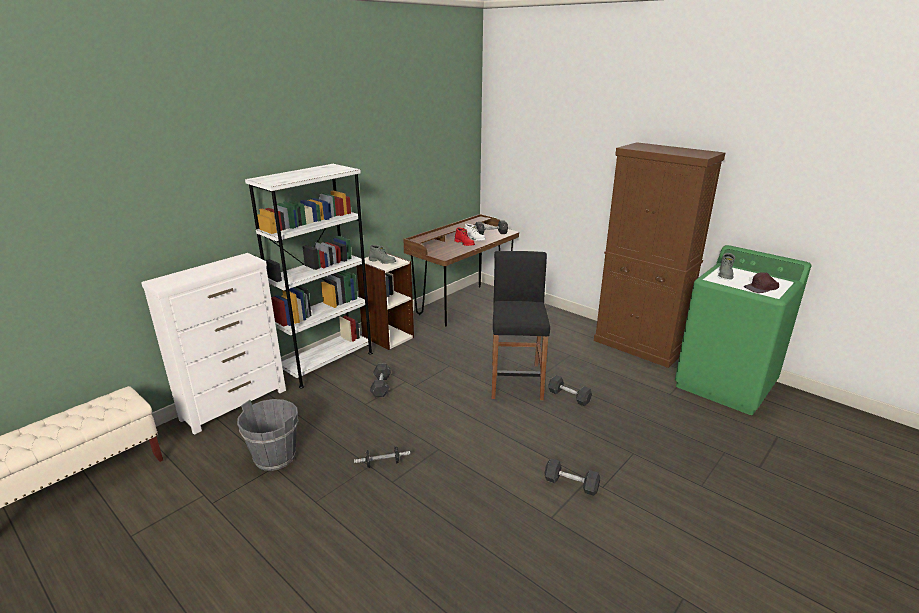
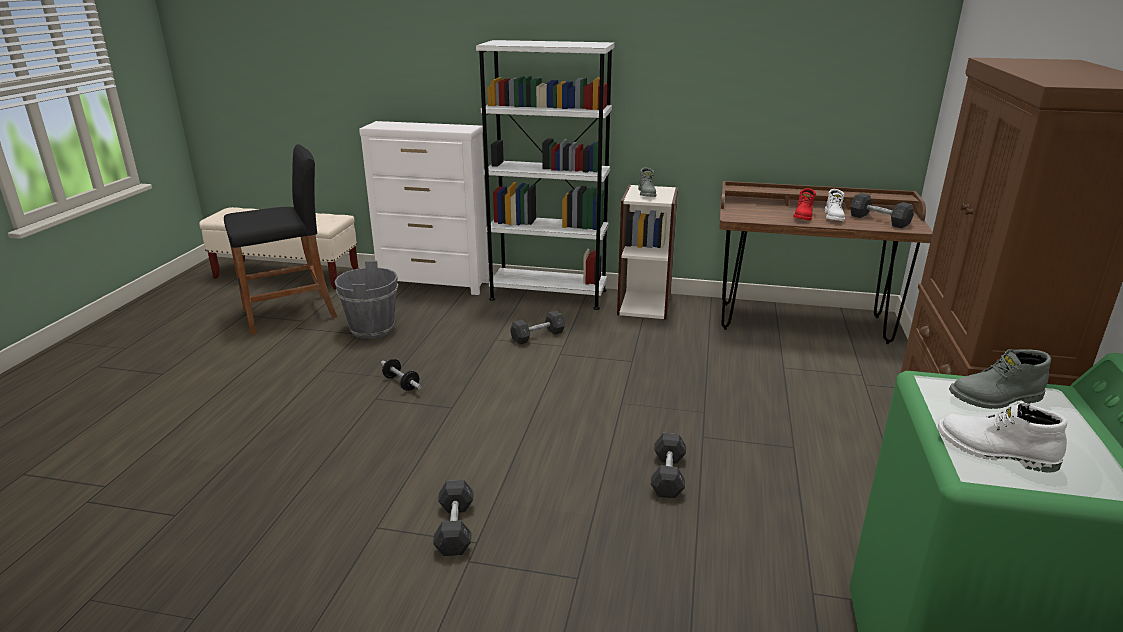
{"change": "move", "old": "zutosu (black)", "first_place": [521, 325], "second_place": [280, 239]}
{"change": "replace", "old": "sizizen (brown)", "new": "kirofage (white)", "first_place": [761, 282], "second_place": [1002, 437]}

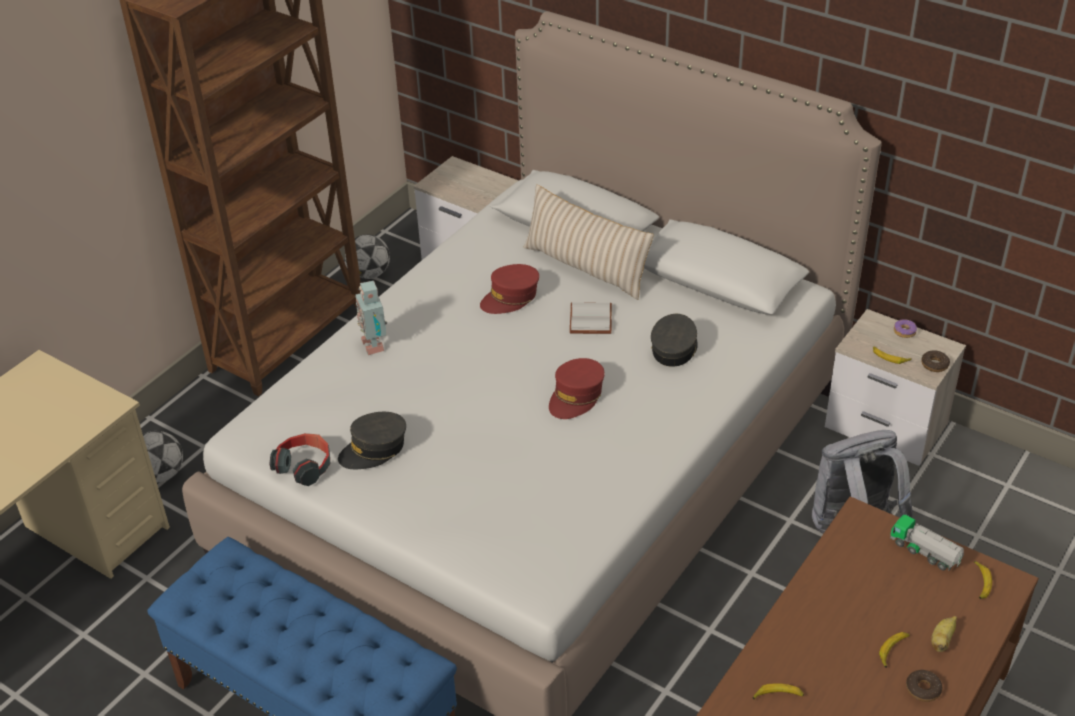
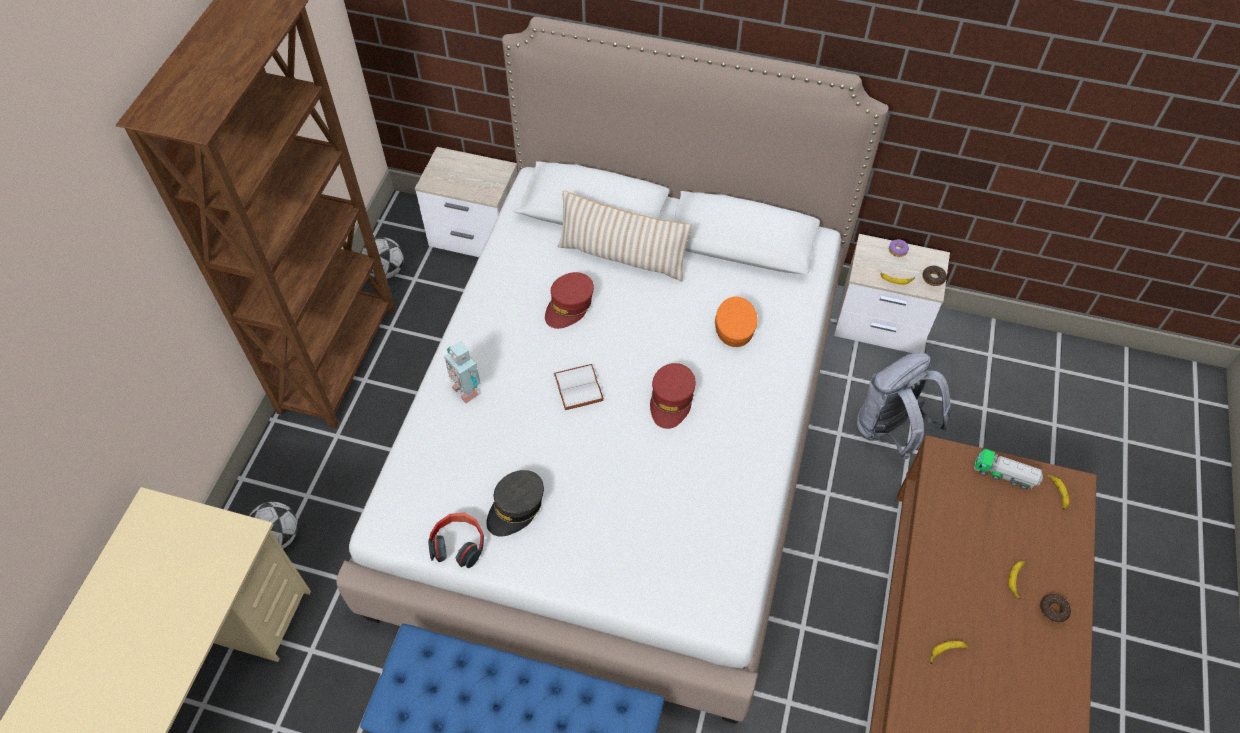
{"change": "move", "old": "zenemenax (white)", "first_place": [591, 318], "second_place": [579, 387]}
{"change": "recolor", "old": "sizizen (grey)", "new": "sizizen (orange)", "first_place": [674, 340], "second_place": [736, 322]}
{"change": "delete", "old": "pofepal", "first_place": [944, 634]}

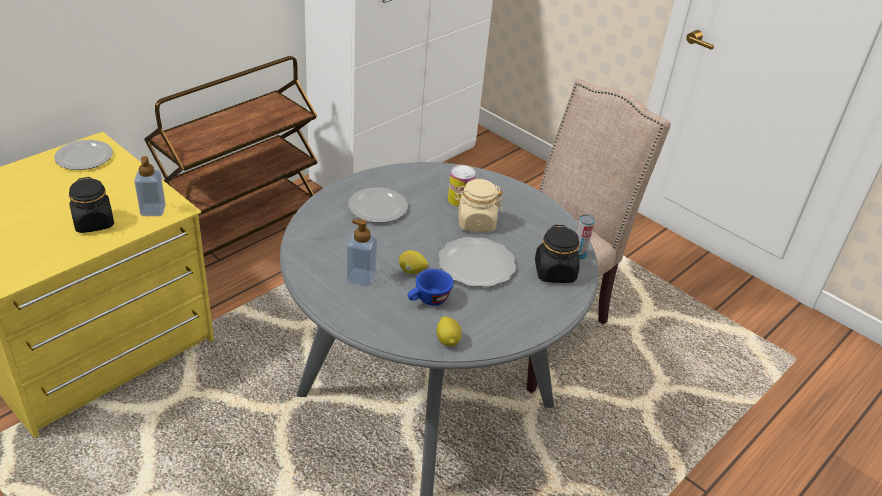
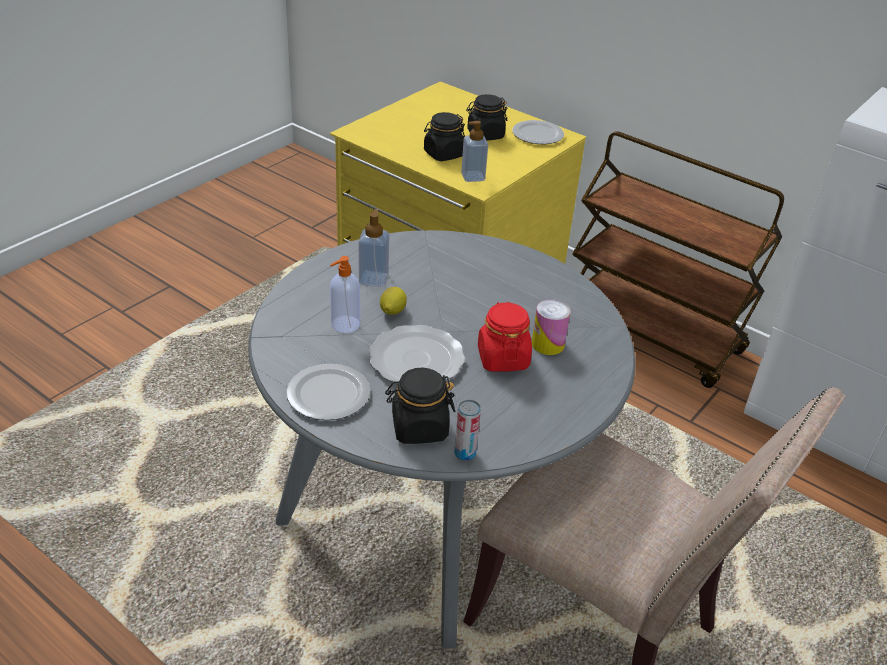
{"change": "recolor", "old": "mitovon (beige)", "new": "mitovon (red)", "first_place": [479, 205], "second_place": [505, 336]}
{"change": "move", "old": "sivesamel", "first_place": [378, 205], "second_place": [328, 392]}
{"change": "replace", "old": "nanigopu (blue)", "new": "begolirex", "first_place": [431, 287], "second_place": [345, 294]}
{"change": "delete", "old": "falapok", "first_place": [449, 331]}
{"change": "insert", "new": "mitovon (black)", "second_place": [487, 117]}

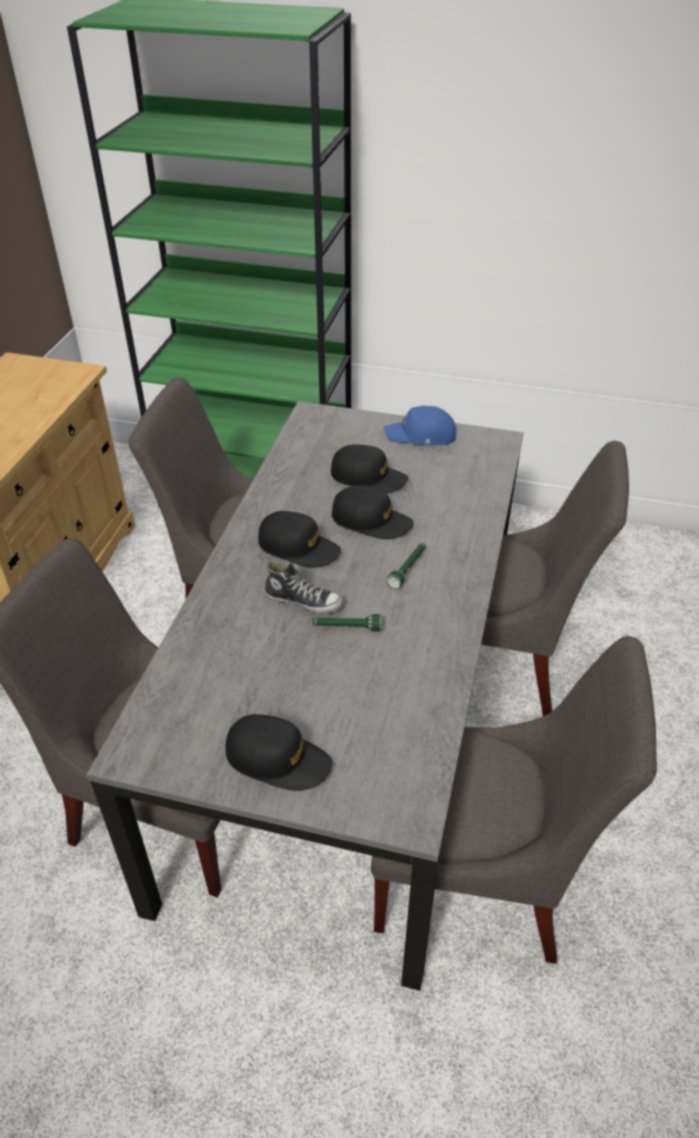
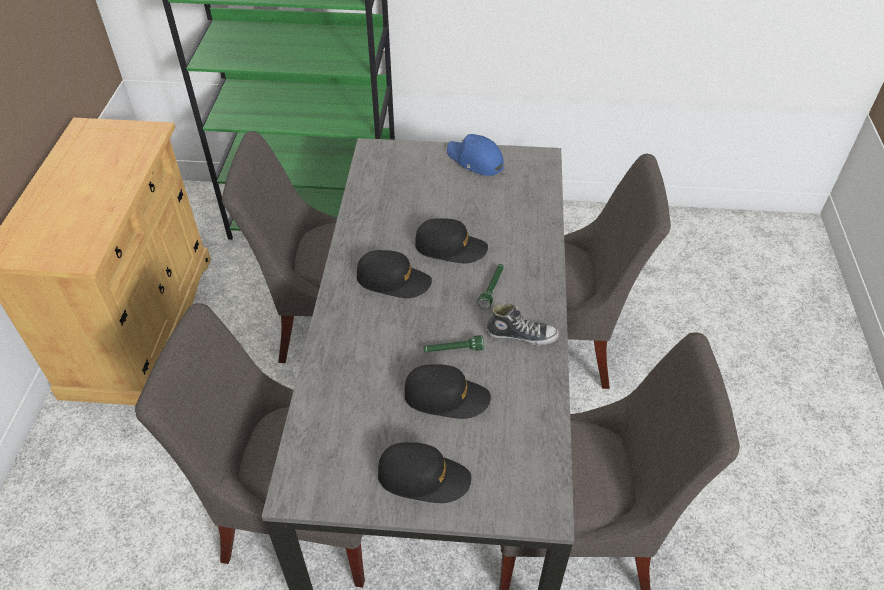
{"change": "rotate", "old": "sizizen (blue)", "first_place": [420, 425], "second_place": [475, 155], "degrees": 45}
{"change": "move", "old": "sizizen (black)", "first_place": [369, 469], "second_place": [447, 391]}
{"change": "move", "old": "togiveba", "first_place": [304, 587], "second_place": [523, 325]}

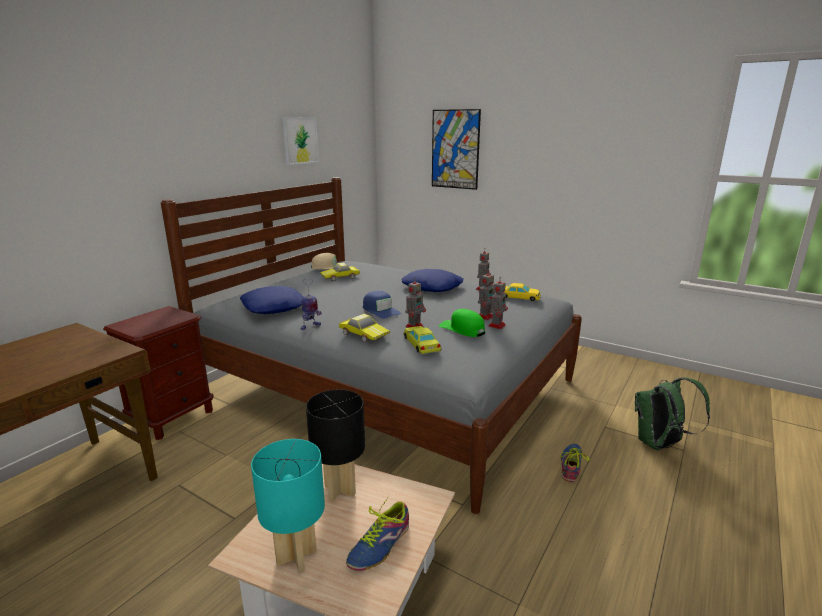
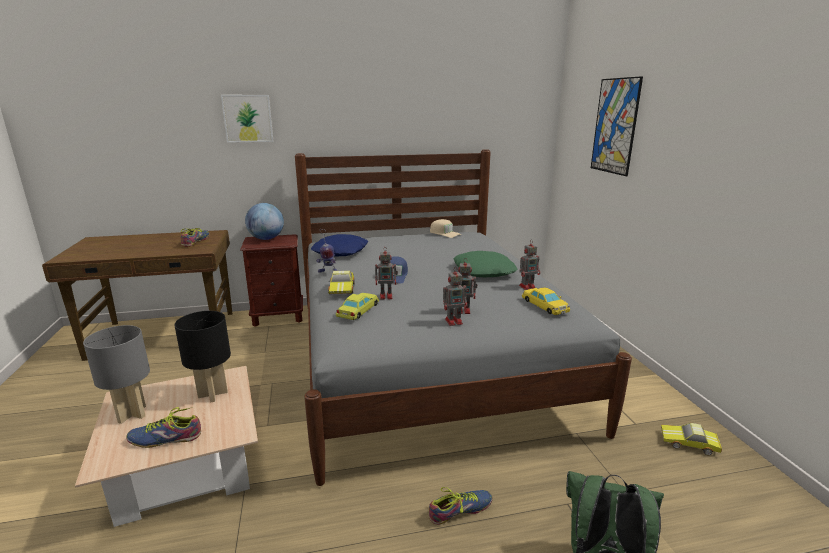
{"change": "move", "old": "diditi", "first_place": [300, 141], "second_place": [247, 119]}
{"change": "move", "old": "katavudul", "first_place": [340, 271], "second_place": [691, 439]}
{"change": "recolor", "old": "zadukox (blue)", "new": "zadukox (green)", "first_place": [433, 280], "second_place": [486, 264]}
{"change": "delete", "old": "sizizen (green)", "first_place": [462, 323]}
{"change": "recolor", "old": "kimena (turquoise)", "new": "kimena (grey)", "first_place": [288, 505], "second_place": [116, 374]}
{"change": "insert", "new": "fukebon", "second_place": [264, 221]}
{"change": "insert", "new": "togiveba", "second_place": [195, 237]}

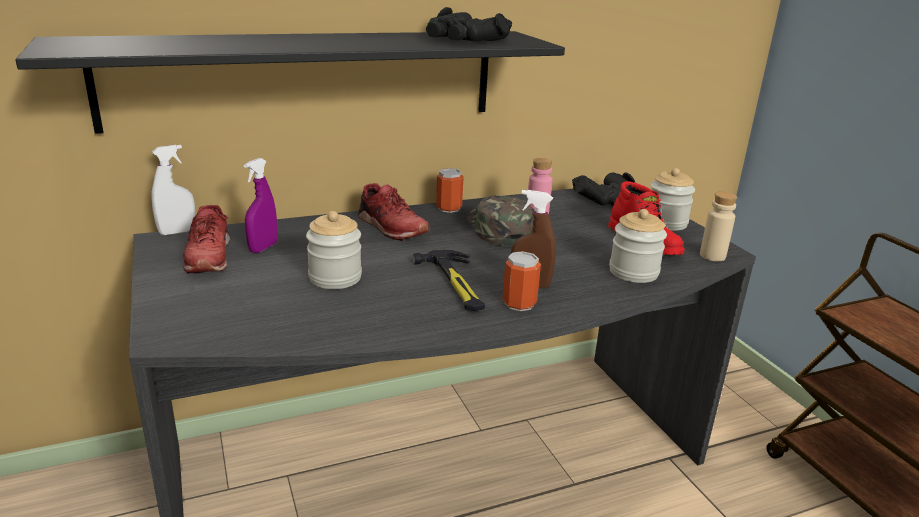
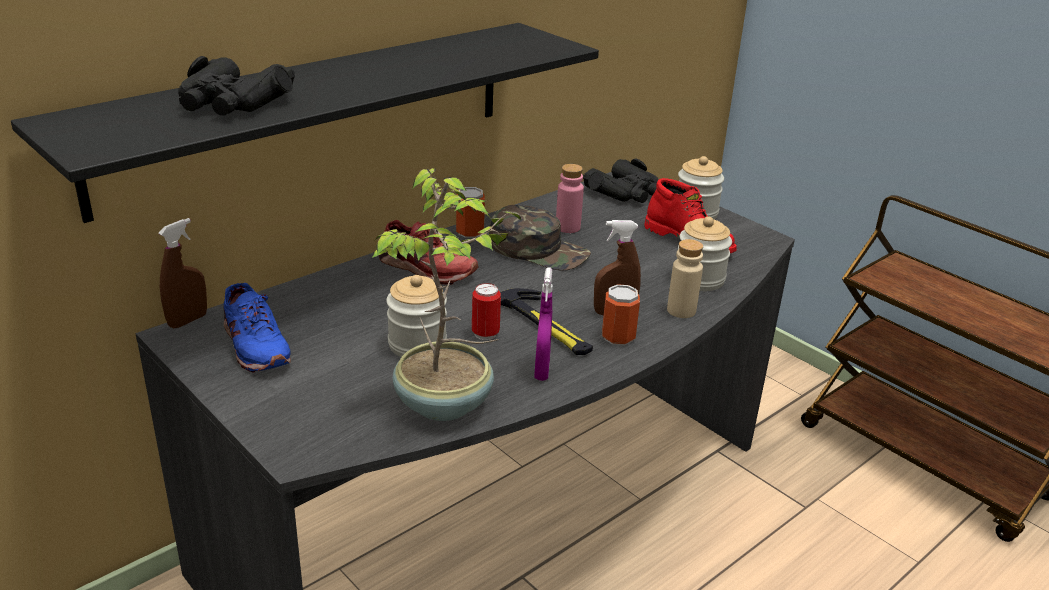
{"change": "move", "old": "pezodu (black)", "first_place": [469, 24], "second_place": [236, 86]}
{"change": "recolor", "old": "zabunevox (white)", "new": "zabunevox (brown)", "first_place": [173, 190], "second_place": [182, 273]}
{"change": "move", "old": "zabunevox (purple)", "first_place": [260, 205], "second_place": [543, 324]}
{"change": "move", "old": "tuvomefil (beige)", "first_place": [718, 226], "second_place": [685, 278]}
{"change": "rotate", "old": "sizizen (green)", "first_place": [501, 220], "second_place": [540, 238], "degrees": 150}
{"change": "recolor", "old": "togiveba (red)", "new": "togiveba (blue)", "first_place": [206, 239], "second_place": [257, 328]}
{"change": "insert", "new": "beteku", "second_place": [446, 294]}
{"change": "insert", "new": "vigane", "second_place": [486, 311]}

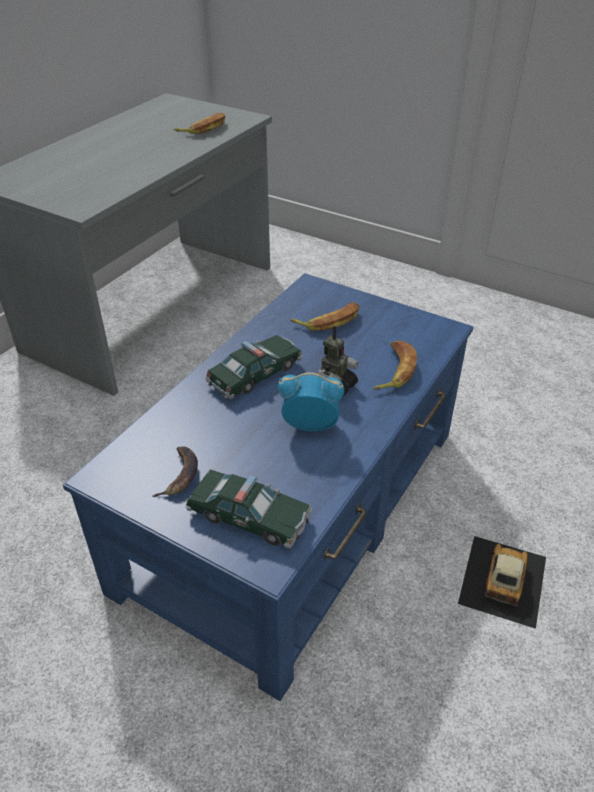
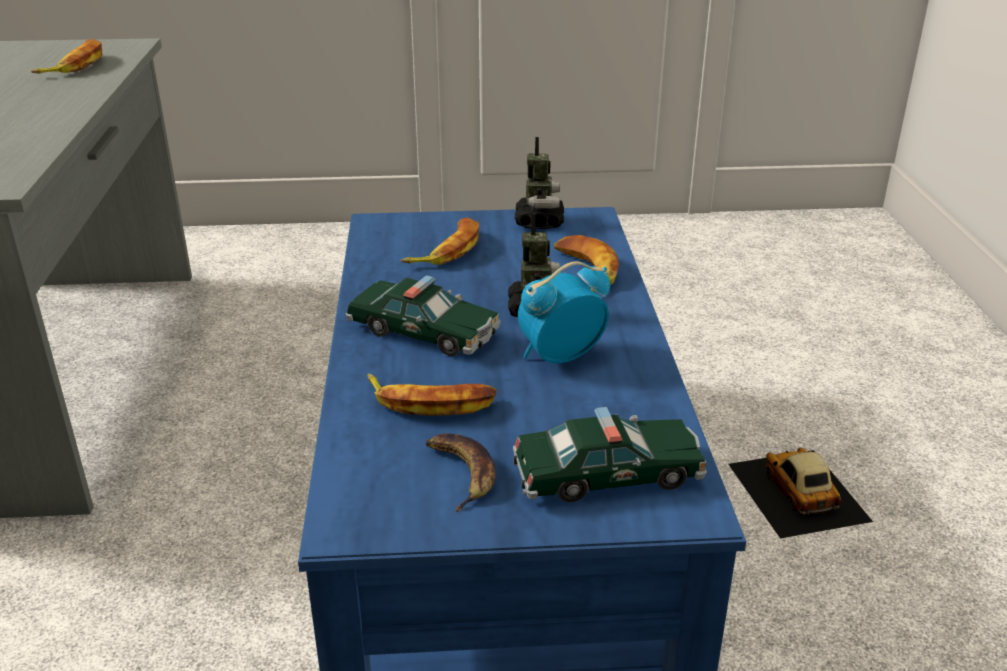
{"change": "rotate", "old": "katavudul", "first_place": [253, 367], "second_place": [423, 315], "degrees": 105}
{"change": "insert", "new": "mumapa", "second_place": [539, 183]}
{"change": "insert", "new": "pofepal", "second_place": [432, 394]}

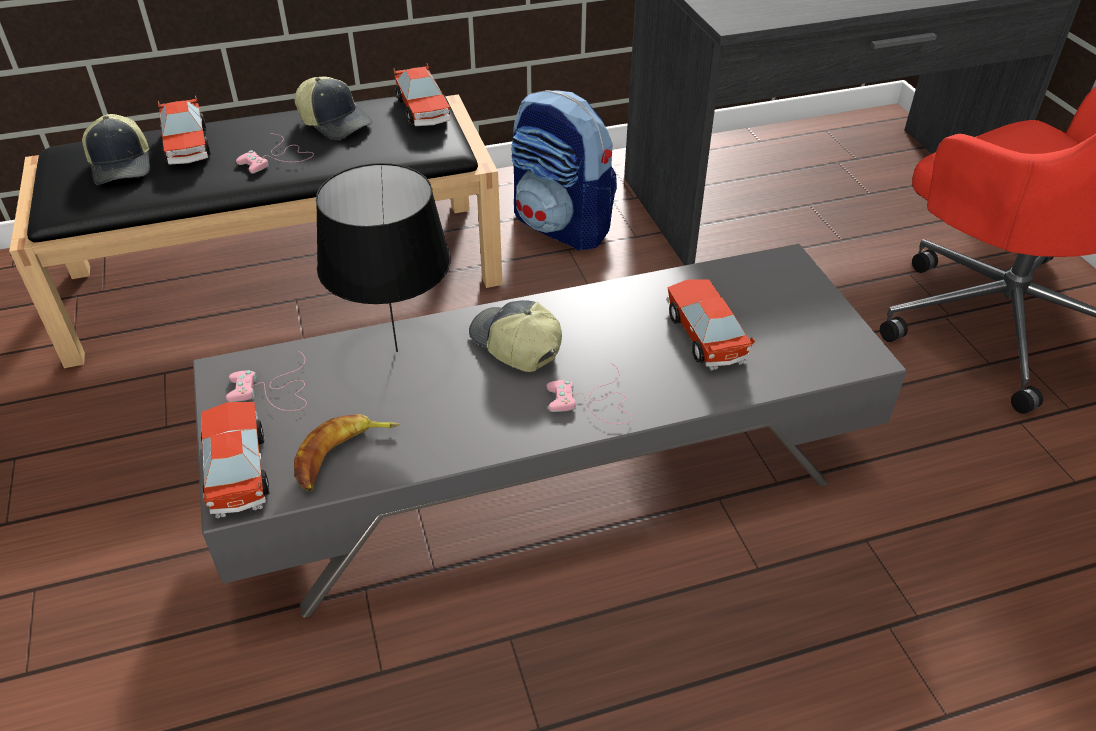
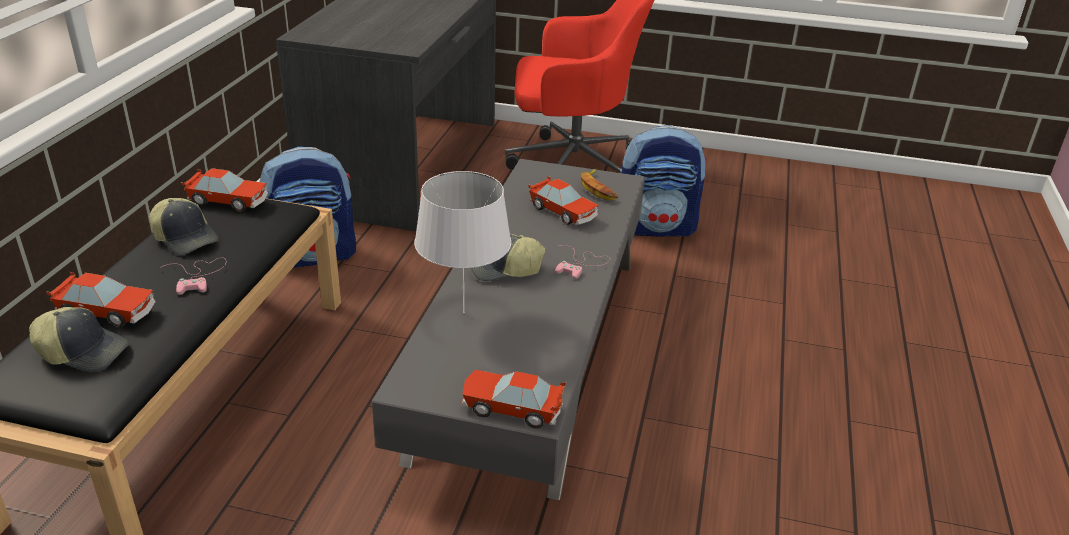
{"change": "rotate", "old": "sizizen", "first_place": [334, 108], "second_place": [184, 226], "degrees": 60}
{"change": "recolor", "old": "kimena (black)", "new": "kimena (white)", "first_place": [383, 257], "second_place": [462, 242]}
{"change": "rotate", "old": "katavudul", "first_place": [711, 325], "second_place": [563, 200], "degrees": -150}
{"change": "delete", "old": "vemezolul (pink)", "first_place": [266, 381]}
{"change": "move", "old": "pofepal", "first_place": [347, 453], "second_place": [599, 184]}
{"change": "insert", "new": "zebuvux", "second_place": [664, 181]}

